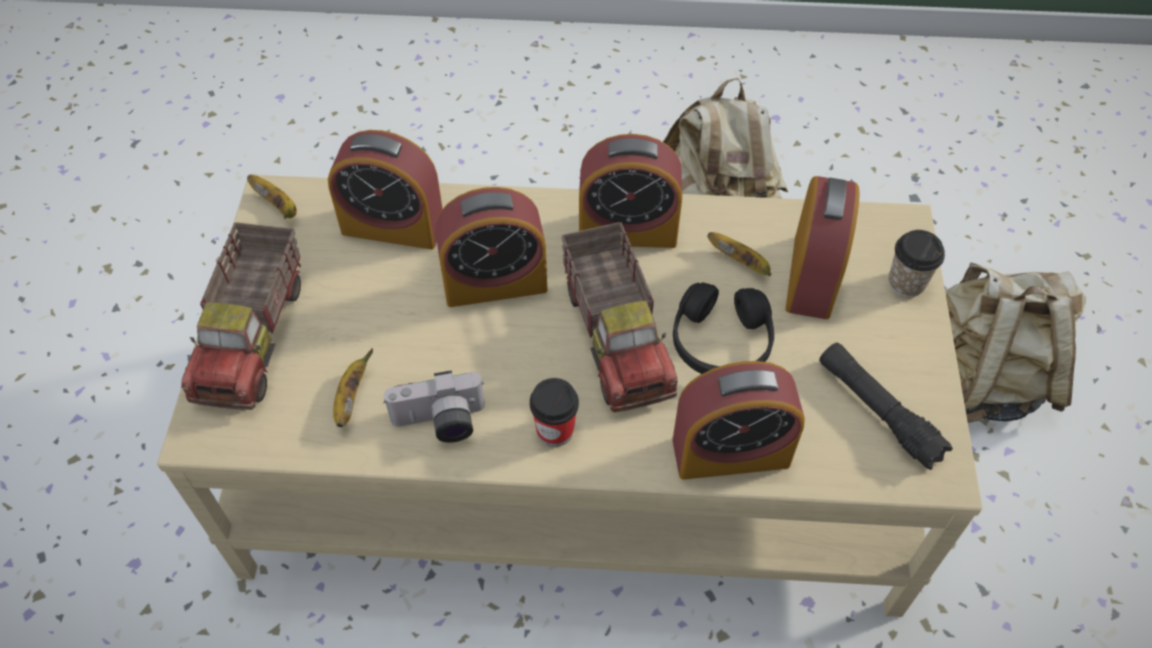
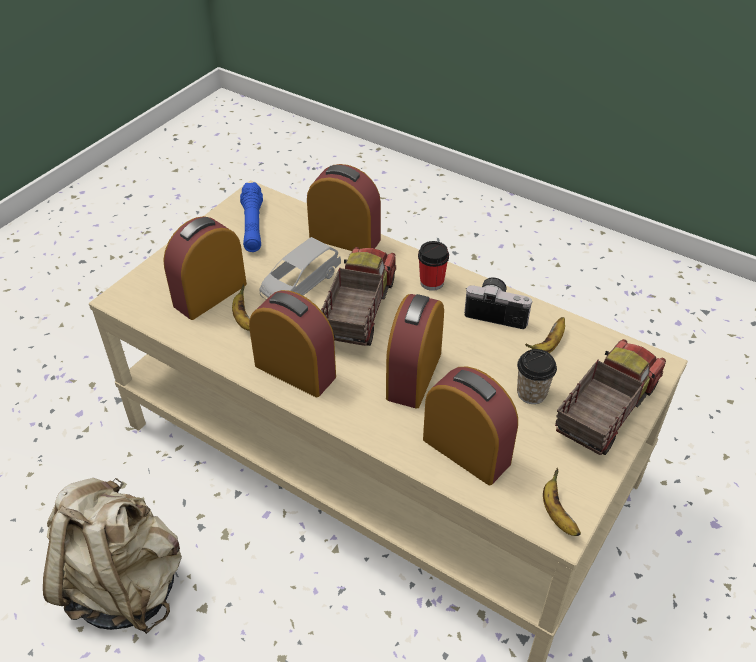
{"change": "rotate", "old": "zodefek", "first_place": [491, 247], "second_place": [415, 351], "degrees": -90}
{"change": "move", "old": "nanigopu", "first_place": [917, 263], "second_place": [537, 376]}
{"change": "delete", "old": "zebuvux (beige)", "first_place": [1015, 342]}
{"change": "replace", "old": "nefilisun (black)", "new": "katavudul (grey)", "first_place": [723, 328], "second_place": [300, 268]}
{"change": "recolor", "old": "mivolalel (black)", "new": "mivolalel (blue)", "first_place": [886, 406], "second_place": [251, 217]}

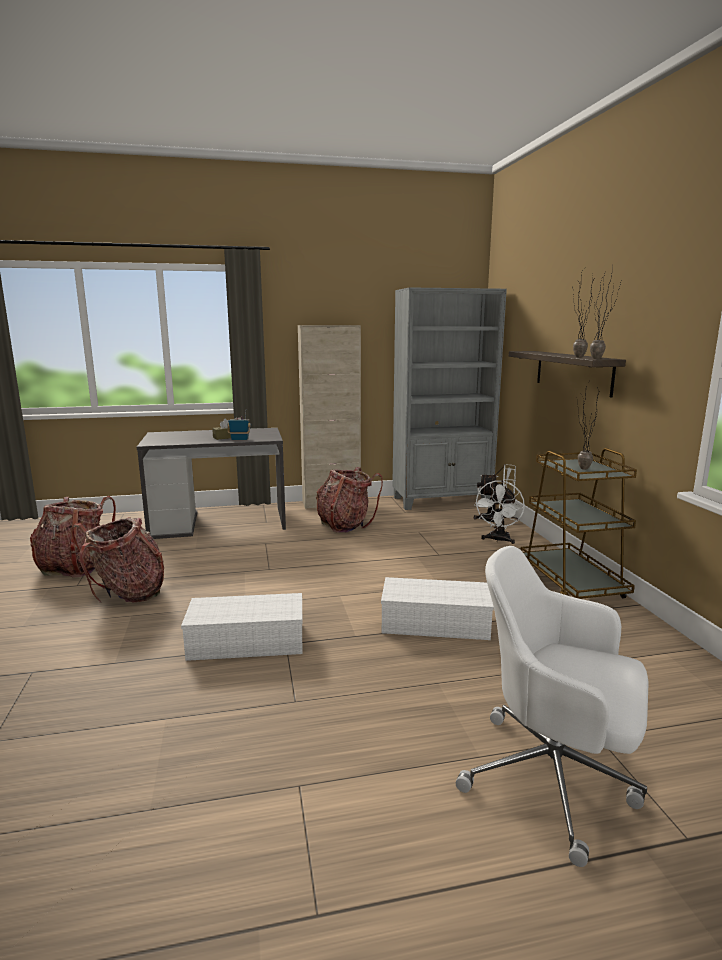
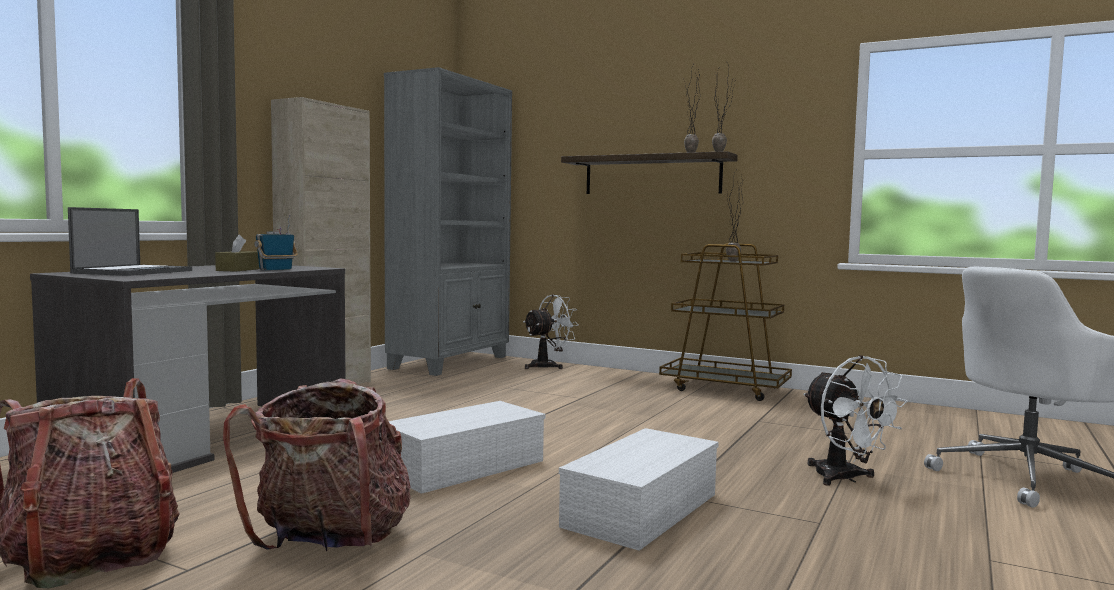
{"change": "delete", "old": "zebuvux", "first_place": [349, 500]}
{"change": "move", "old": "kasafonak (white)", "first_place": [499, 512], "second_place": [855, 420]}
{"change": "move", "old": "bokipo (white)", "first_place": [437, 608], "second_place": [467, 447]}
{"change": "insert", "new": "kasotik", "second_place": [130, 241]}

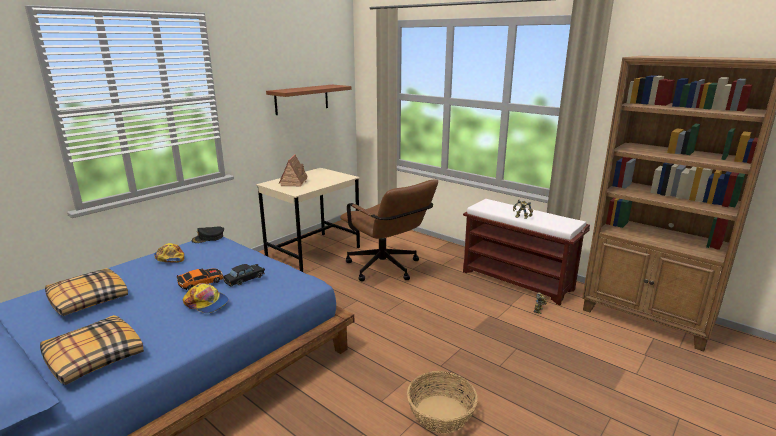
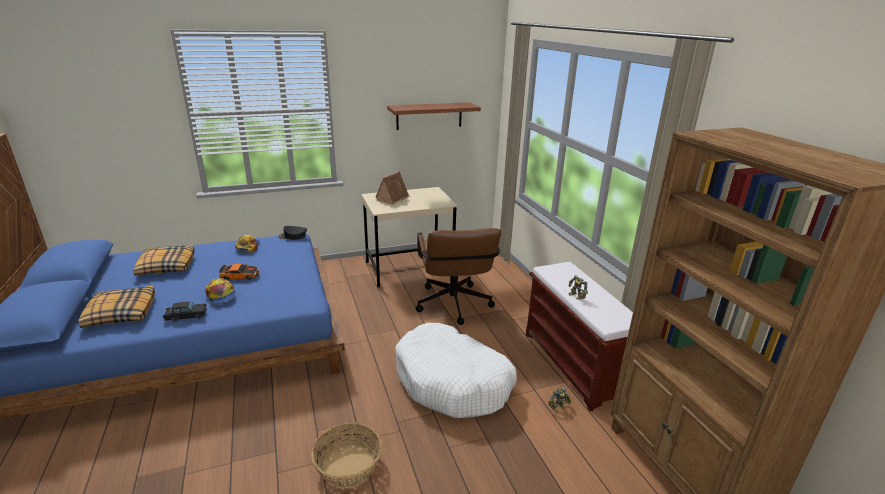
{"change": "move", "old": "katavudul (black)", "first_place": [244, 275], "second_place": [185, 311]}
{"change": "insert", "new": "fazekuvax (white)", "second_place": [456, 370]}

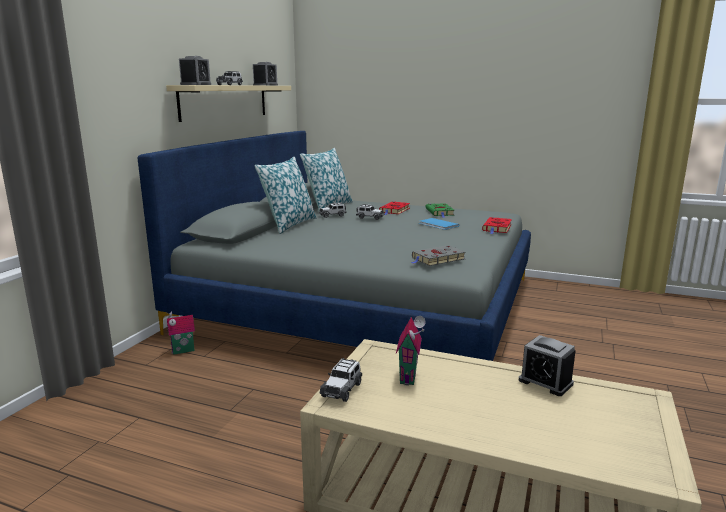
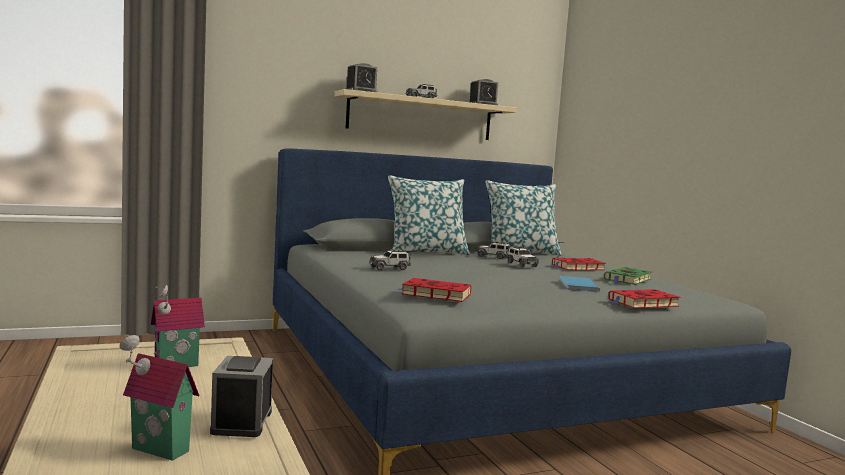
{"change": "recolor", "old": "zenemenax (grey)", "new": "zenemenax (red)", "first_place": [438, 255], "second_place": [434, 290]}
{"change": "move", "old": "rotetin", "first_place": [181, 333], "second_place": [160, 398]}
{"change": "move", "old": "katavudul", "first_place": [341, 380], "second_place": [390, 259]}

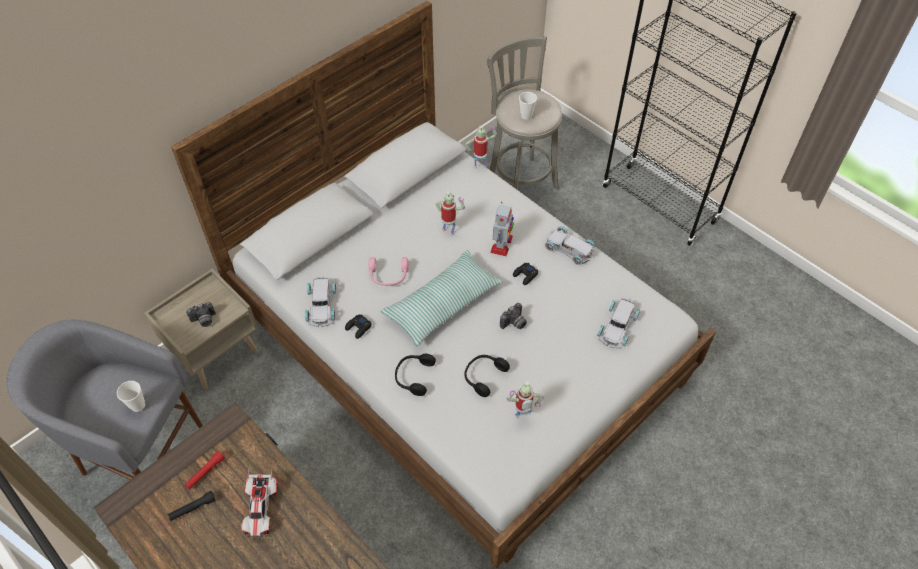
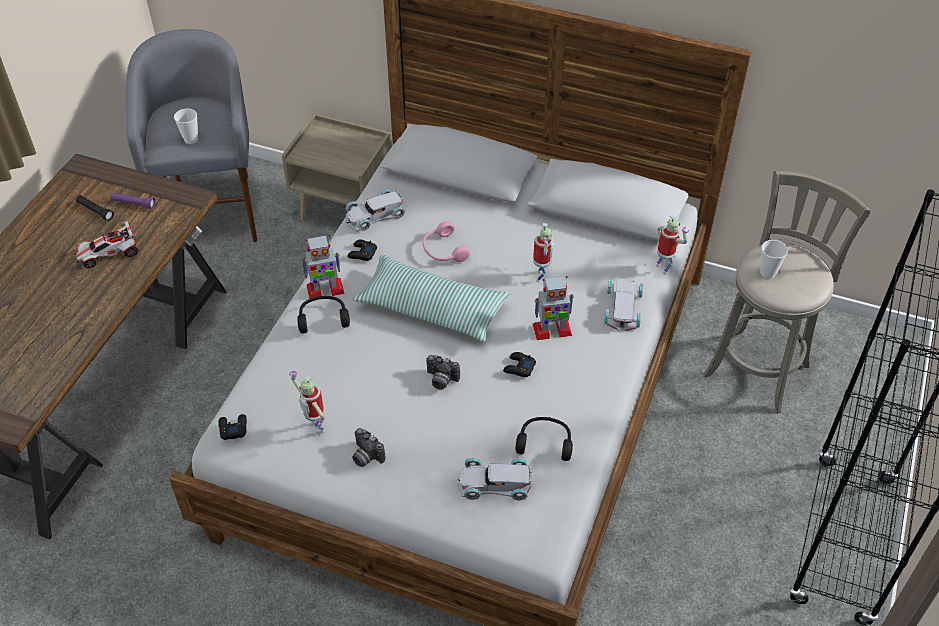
{"change": "move", "old": "katavudul (white)", "first_place": [570, 245], "second_place": [623, 305]}
{"change": "move", "old": "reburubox", "first_place": [201, 314], "second_place": [369, 447]}
{"change": "move", "old": "nefilisun (black)", "first_place": [487, 376], "second_place": [544, 439]}
{"change": "recolor", "old": "mivolalel (red)", "new": "mivolalel (purple)", "first_place": [205, 470], "second_place": [133, 201]}
{"change": "insert", "new": "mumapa", "second_place": [322, 267]}
{"change": "insert", "new": "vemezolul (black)", "second_place": [232, 427]}

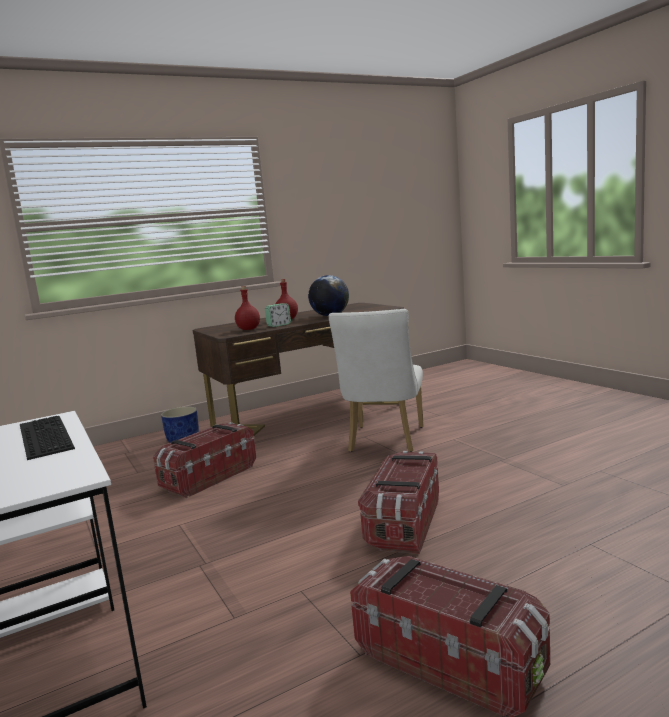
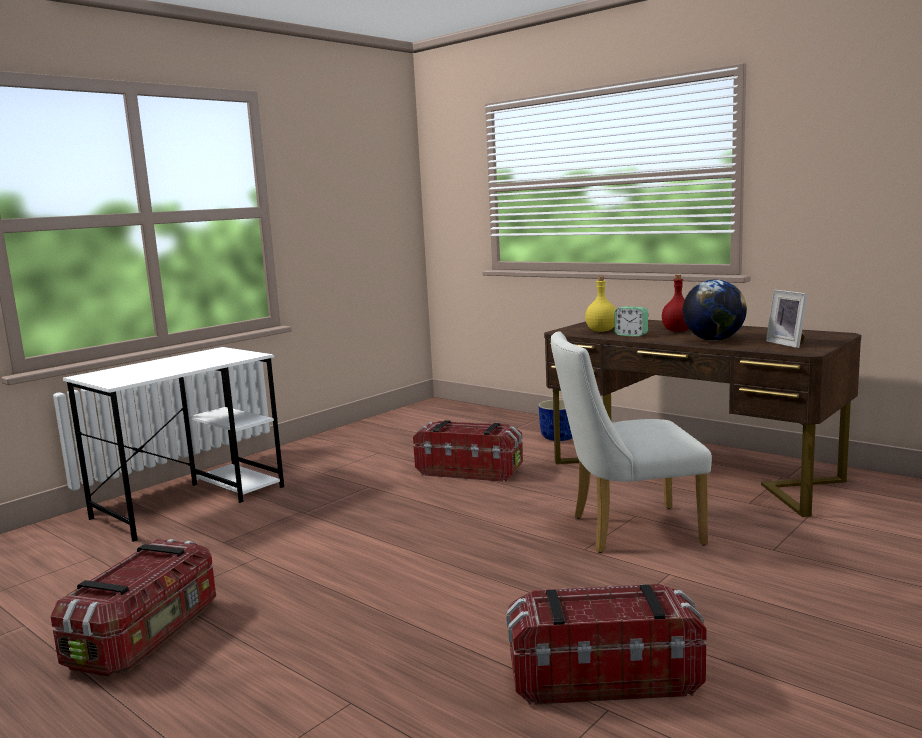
{"change": "recolor", "old": "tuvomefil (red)", "new": "tuvomefil (yellow)", "first_place": [247, 308], "second_place": [600, 304]}
{"change": "delete", "old": "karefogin", "first_place": [47, 438]}
{"change": "move", "old": "bokipo", "first_place": [398, 502], "second_place": [606, 644]}
{"change": "insert", "new": "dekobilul", "second_place": [787, 318]}

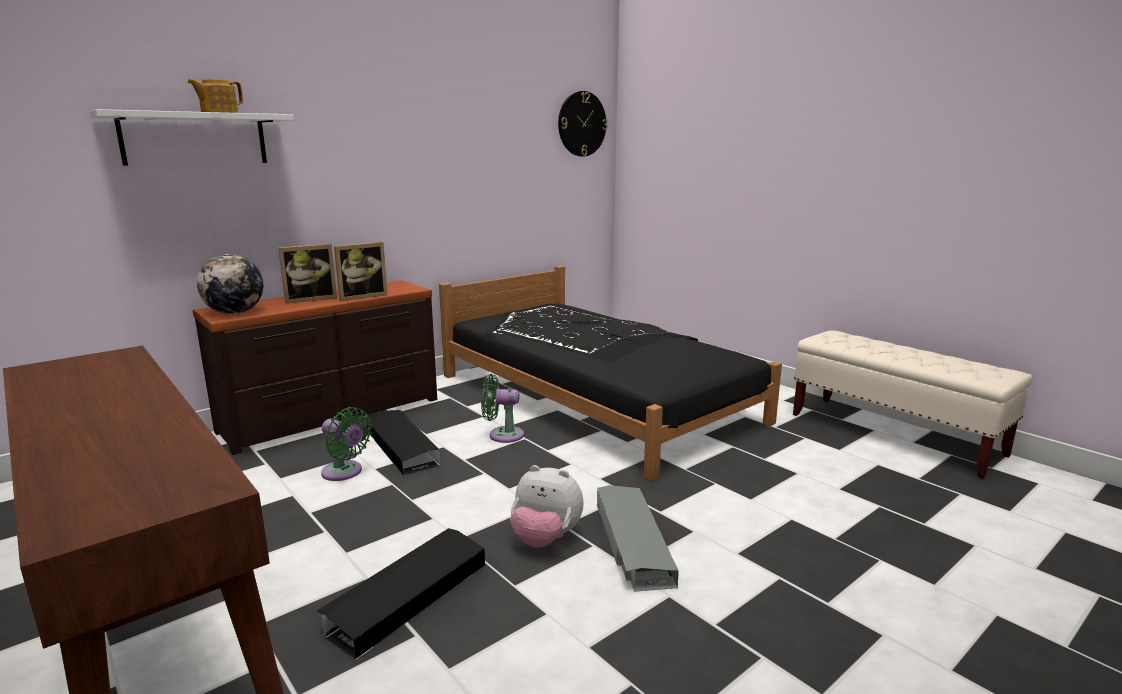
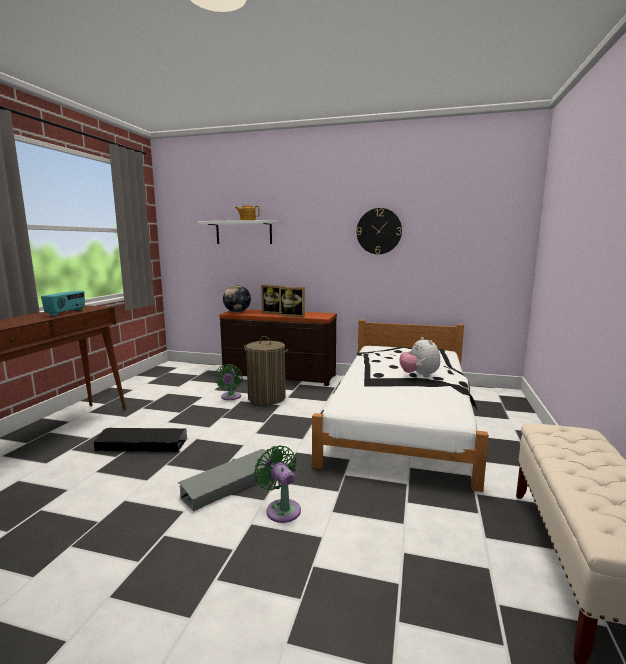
{"change": "move", "old": "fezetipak", "first_place": [582, 124], "second_place": [379, 231]}
{"change": "recolor", "old": "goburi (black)", "new": "goburi (white)", "first_place": [610, 373], "second_place": [400, 405]}
{"change": "move", "old": "kasafonak (green)", "first_place": [502, 408], "second_place": [277, 484]}
{"change": "replace", "old": "bokipo (black)", "new": "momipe", "first_place": [404, 442], "second_place": [266, 370]}
{"change": "move", "old": "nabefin", "first_place": [547, 506], "second_place": [419, 357]}
{"change": "insert", "new": "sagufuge", "second_place": [63, 303]}

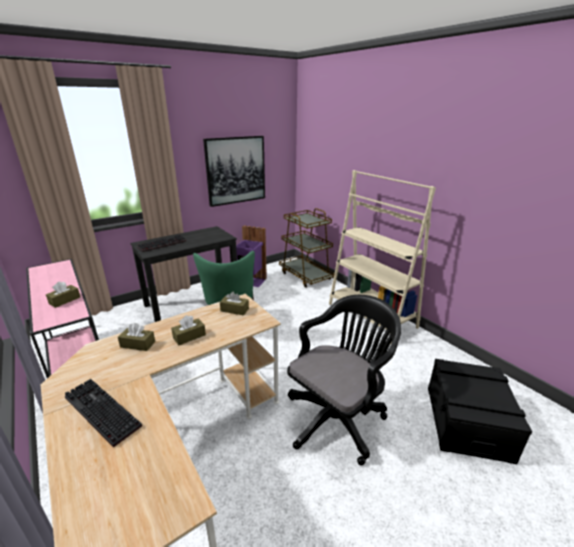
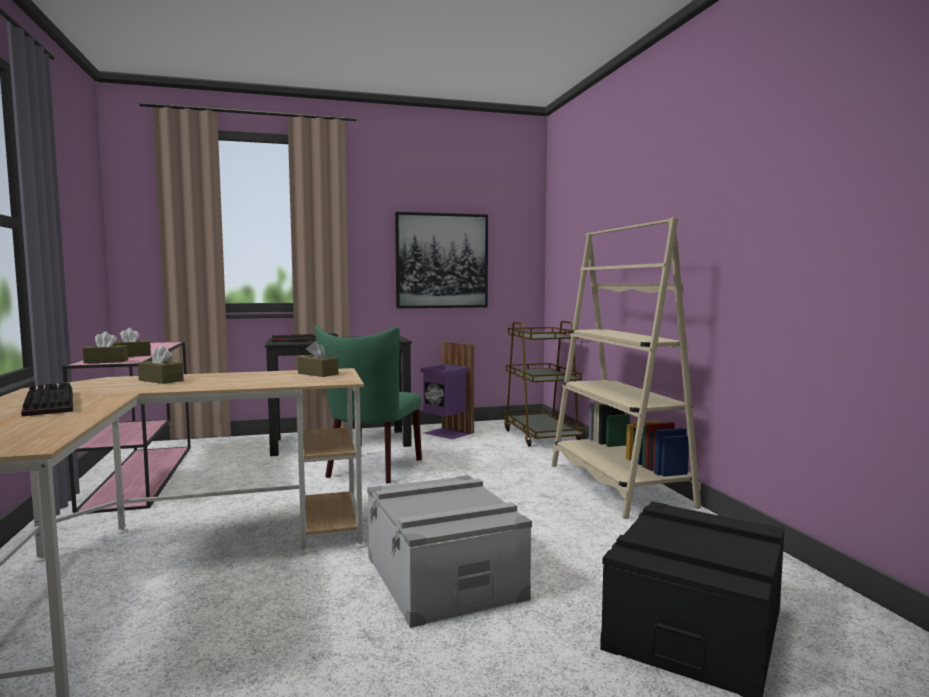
{"change": "replace", "old": "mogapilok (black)", "new": "bokipo (grey)", "first_place": [344, 380], "second_place": [449, 551]}
{"change": "move", "old": "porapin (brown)", "first_place": [188, 330], "second_place": [105, 347]}

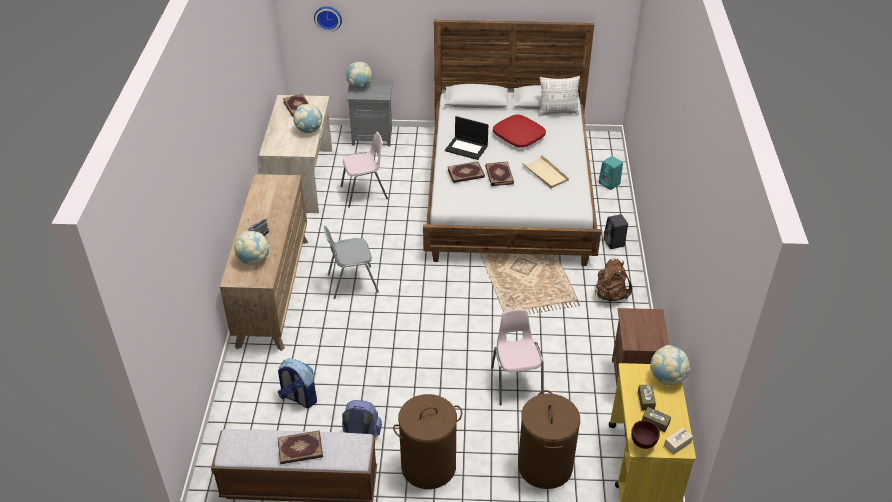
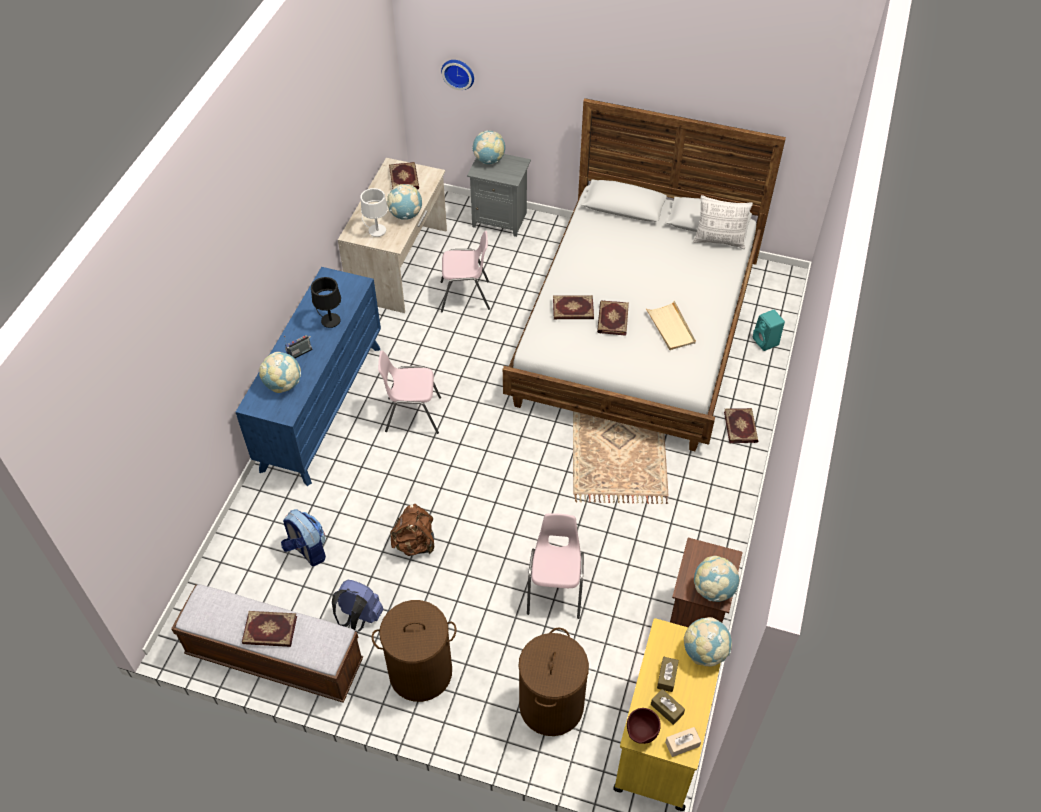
{"change": "delete", "old": "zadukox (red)", "first_place": [519, 131]}
{"change": "delete", "old": "kasotik", "first_place": [466, 138]}
{"change": "recolor", "old": "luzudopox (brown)", "new": "luzudopox (blue)", "first_place": [264, 262], "second_place": [308, 376]}
{"change": "replace", "old": "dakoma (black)", "new": "zenemenax", "first_place": [616, 231], "second_place": [741, 425]}
{"change": "recolor", "old": "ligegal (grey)", "new": "ligegal (pink)", "first_place": [351, 262], "second_place": [409, 392]}
{"change": "move", "old": "zebuvux (brown)", "first_place": [613, 279], "second_place": [412, 530]}
{"change": "insert", "new": "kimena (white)", "second_place": [374, 212]}
{"change": "insert", "new": "kimena (black)", "second_place": [326, 302]}
{"change": "insert", "new": "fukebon", "second_place": [717, 579]}

